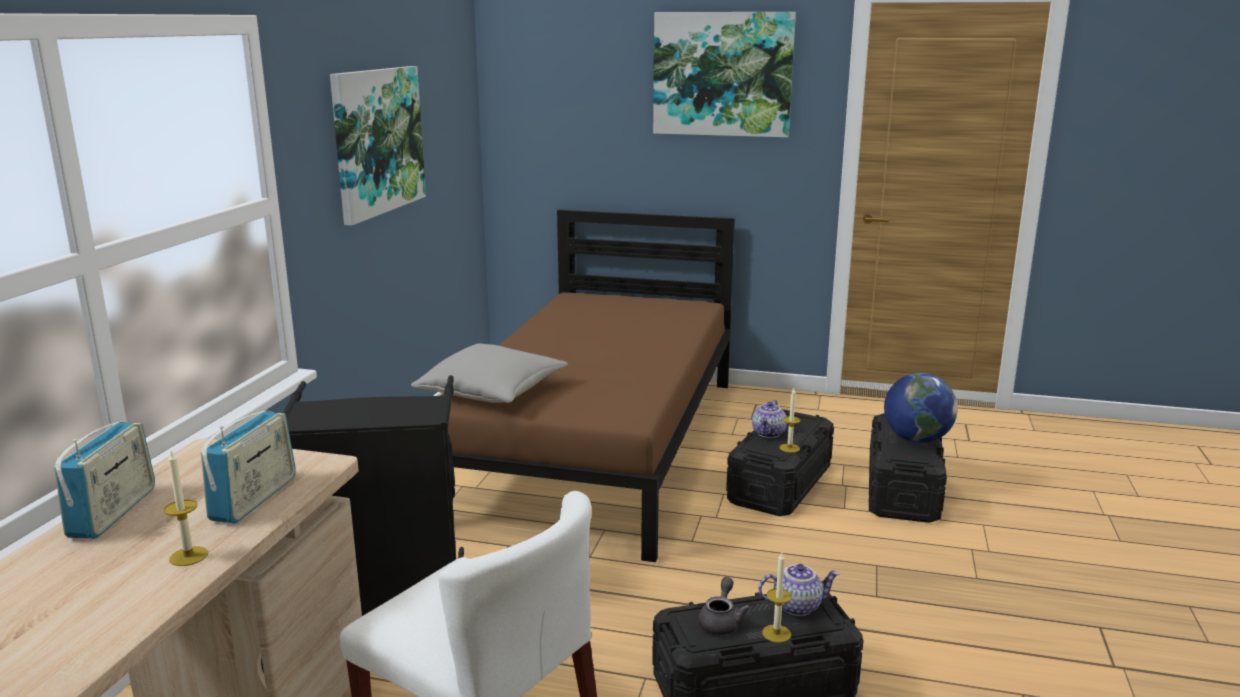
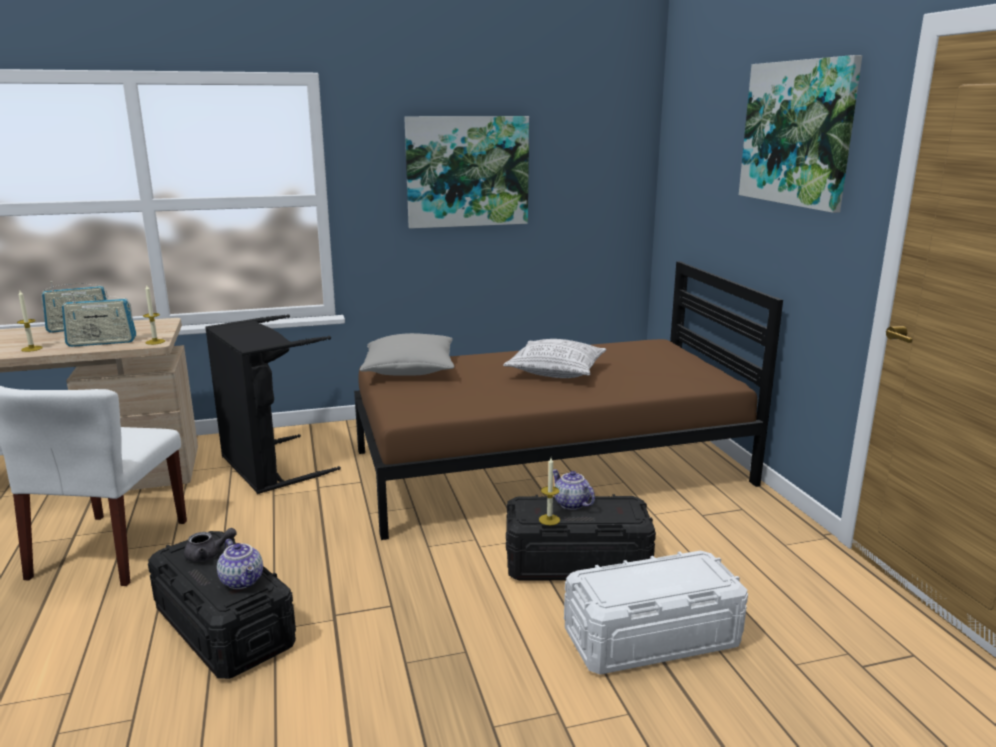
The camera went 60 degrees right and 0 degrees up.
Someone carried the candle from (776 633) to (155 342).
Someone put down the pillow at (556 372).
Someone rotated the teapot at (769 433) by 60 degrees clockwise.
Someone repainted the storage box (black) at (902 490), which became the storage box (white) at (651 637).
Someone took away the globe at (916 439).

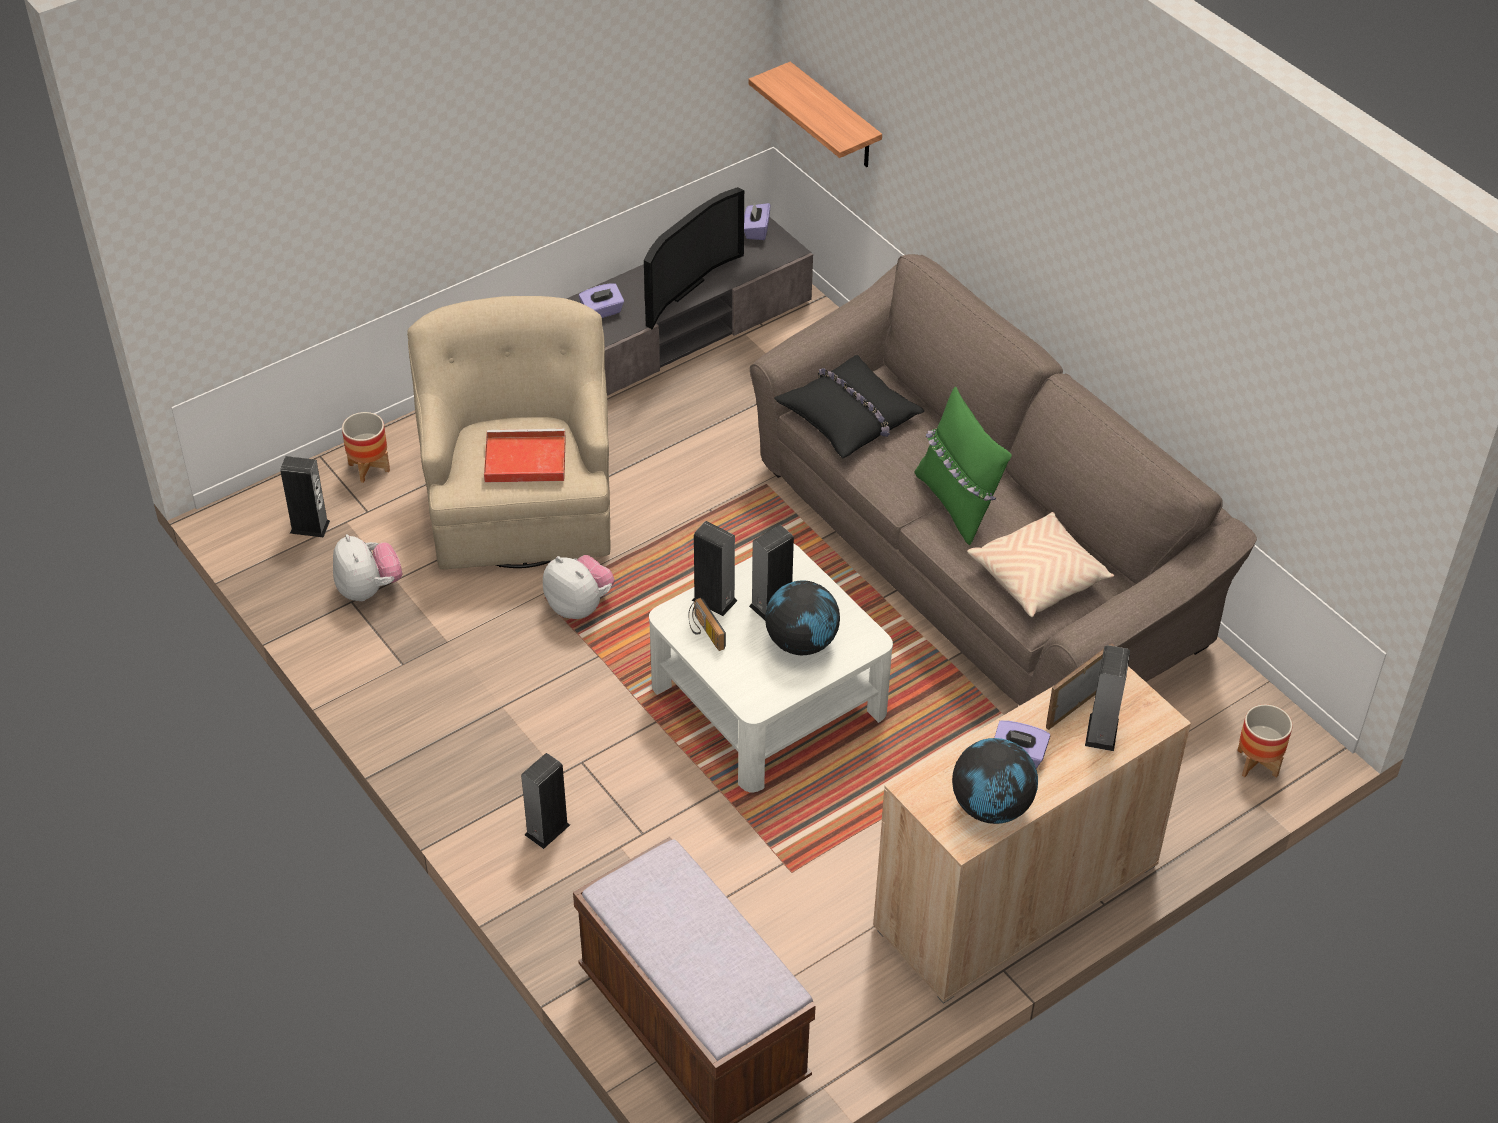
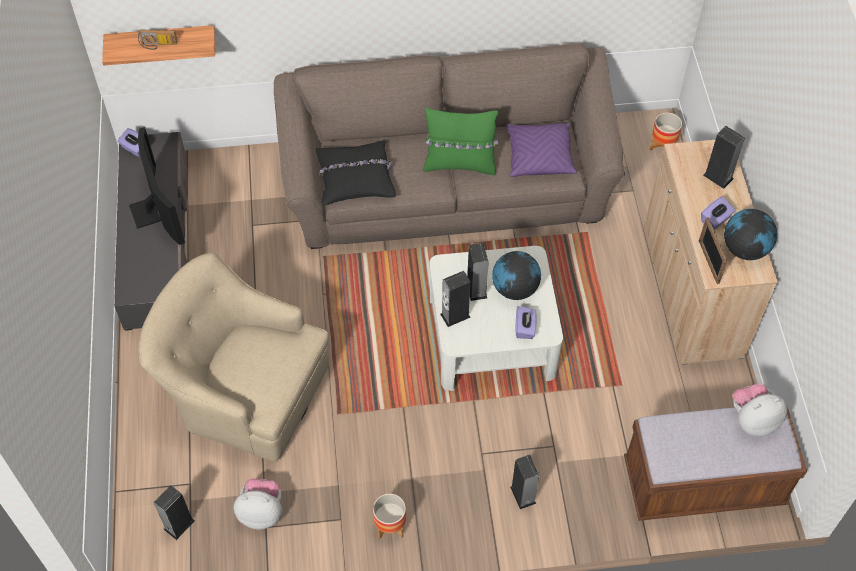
The camera went 60 degrees left and 10 degrees up.
Someone carried the radio from (704 632) to (158 45).
Someone carried the planter from (369 468) to (390 526).
Someone repainted the pillow (beige) at (1038 577), which became the pillow (purple) at (539 157).
Someone carried the tissue box (purple) from (602 312) to (525 328).
Someone carried the picture frame from (1076 706) to (708 261).
Someone carried the plush toy from (579 606) to (753 420).
Someone took away the tray (red) at (523 460).

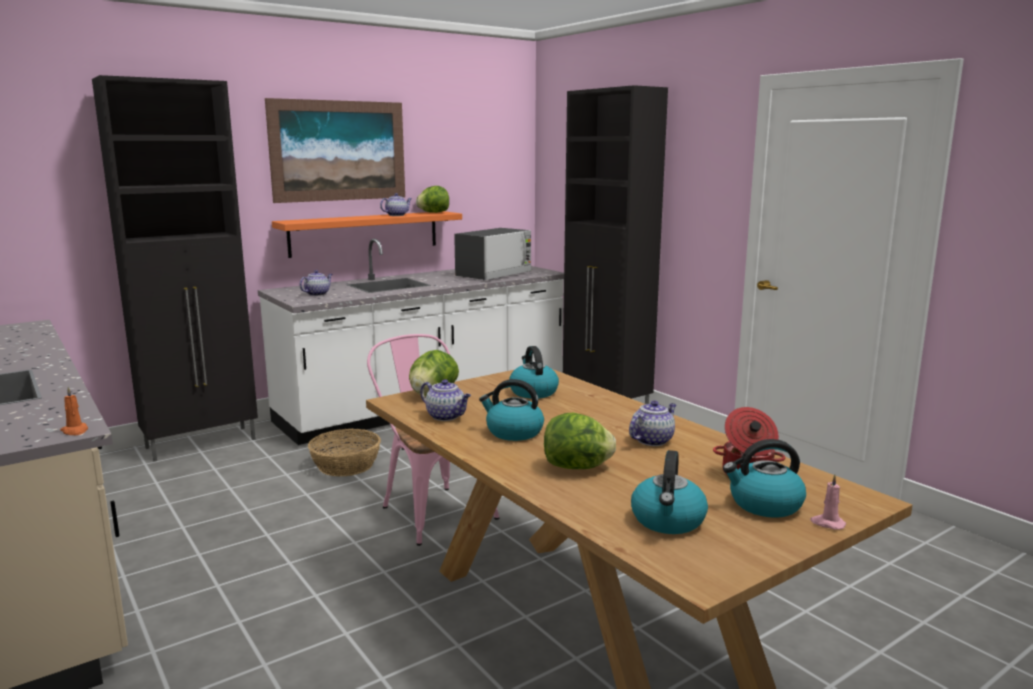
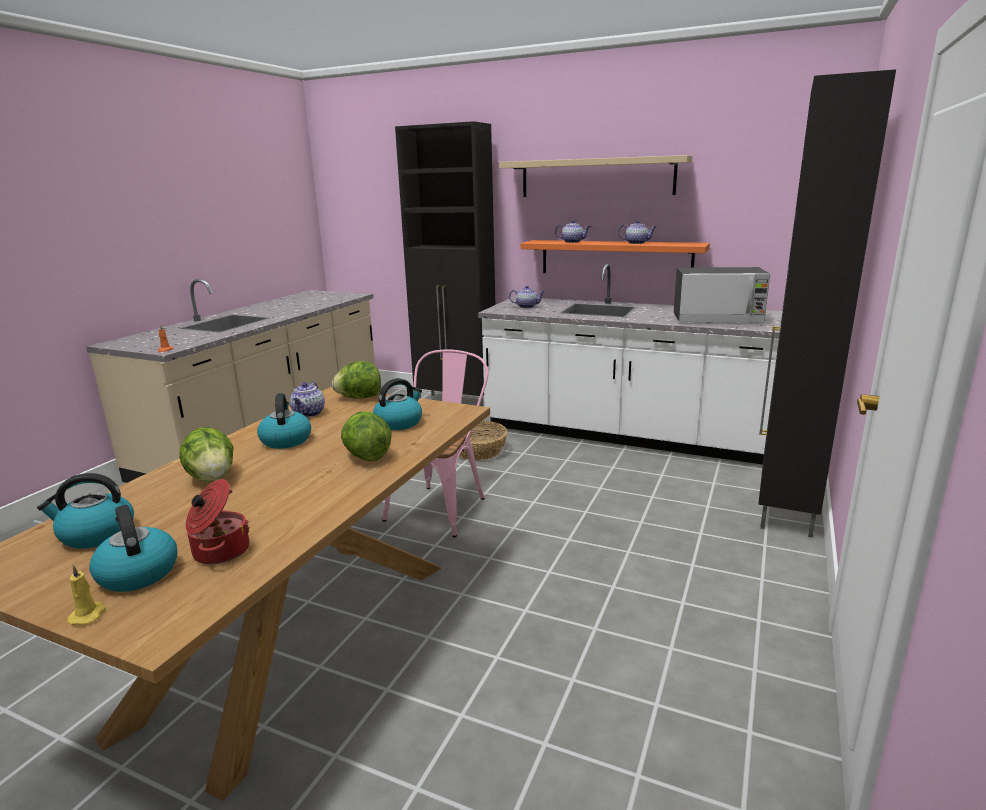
The camera went 60 degrees right and 5 degrees up.
Someone repainted the candle (pink) at (827 523), which became the candle (yellow) at (89 615).
Someone carried the lettuce from (433 212) to (366 457).
Someone swapped the picture at (339 151) for the shelf (beige) at (596 177).
Someone carried the teapot from (652 440) to (573 242).

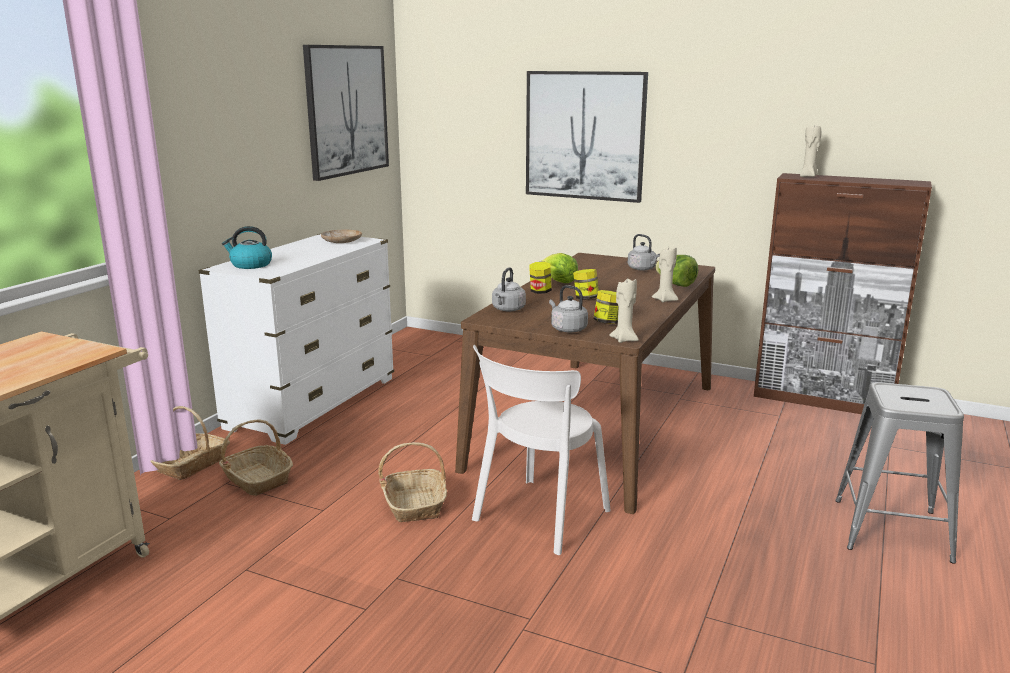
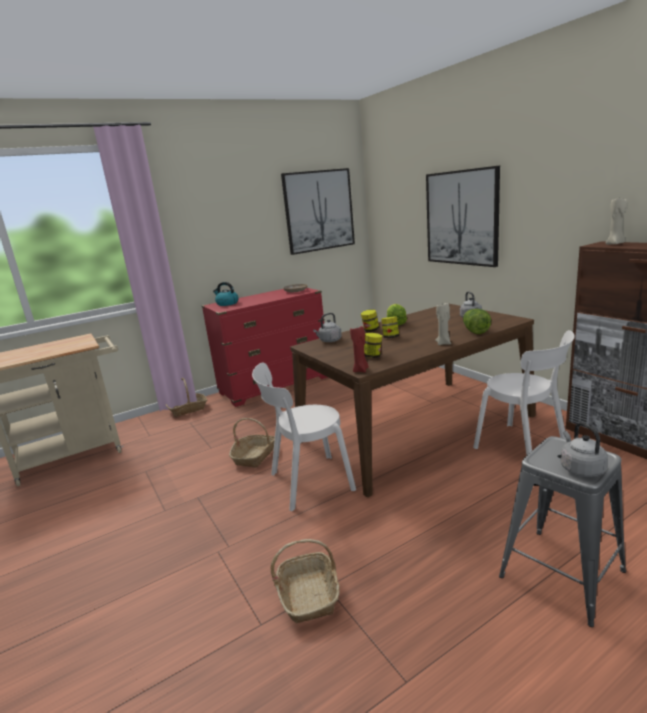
The camera went 35 degrees right and 0 degrees up.
Someone repainted the dresser (white) at (313 403), which became the dresser (red) at (275 385).
Someone carried the basket from (256 479) to (308 594).
Someone repainted the candle (beige) at (624 339), which became the candle (red) at (361 370).
Someone put down the chair (white) at (523 447).
Someone carried the kettle (grey) from (567 329) to (580 468).

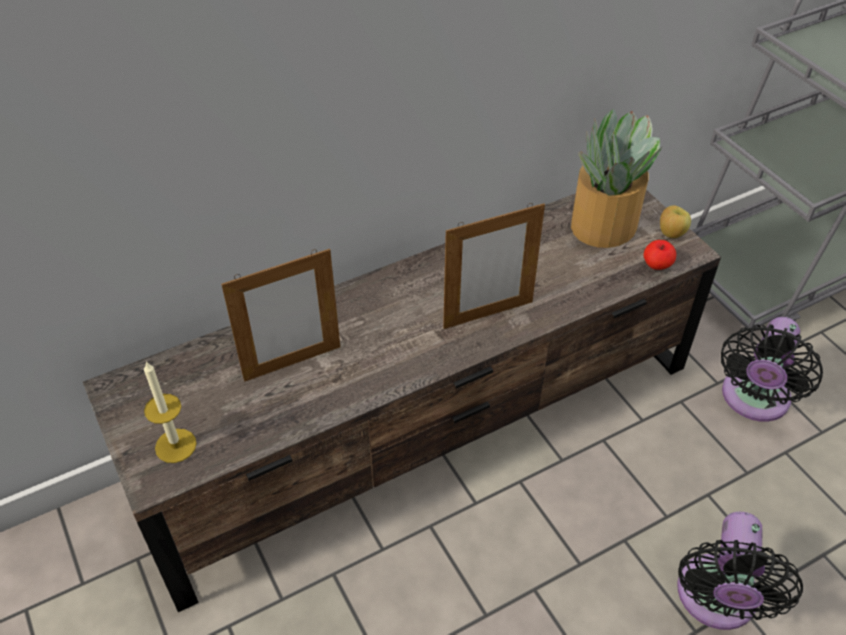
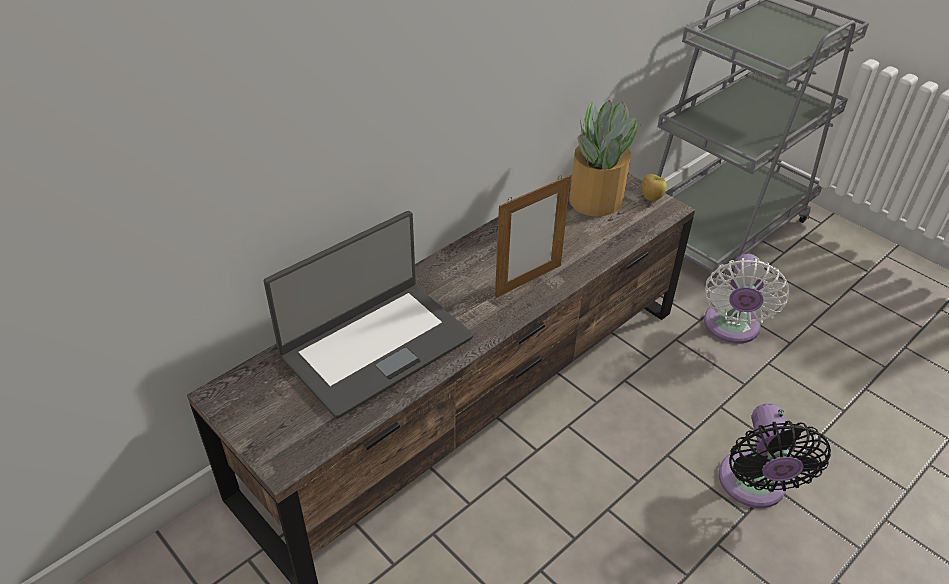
The camera went 15 degrees left and 5 degrees down.
Someone swapped the picture frame at (292 363) for the laptop at (375 346).
Someone repainted the fan (black) at (753 400), which became the fan (white) at (731 328).
Someone took away the candle at (175 445).
Someone took away the apple at (656 266).

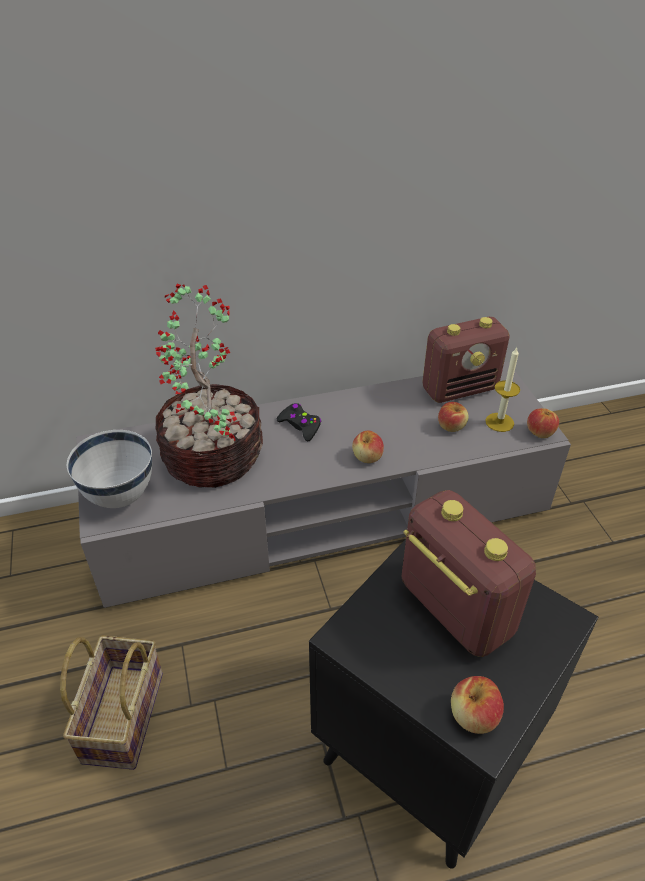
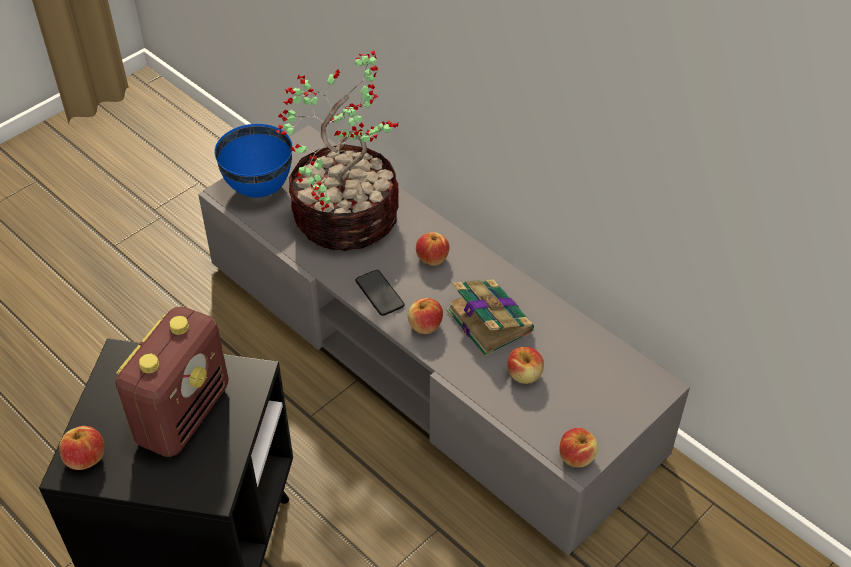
The camera went 60 degrees right and 5 degrees up.
Someone repainted the bowl (white) at (119 497), which became the bowl (blue) at (258 188).
Someone put down the phone at (379 293).
Someone swapped the game controller (black) at (300 426) for the apple at (432 258).
Someone put down the book at (488 320).
Someone took away the basket at (122 713).
Someone took away the radio at (460 389).
Someone took away the candle at (499 422).

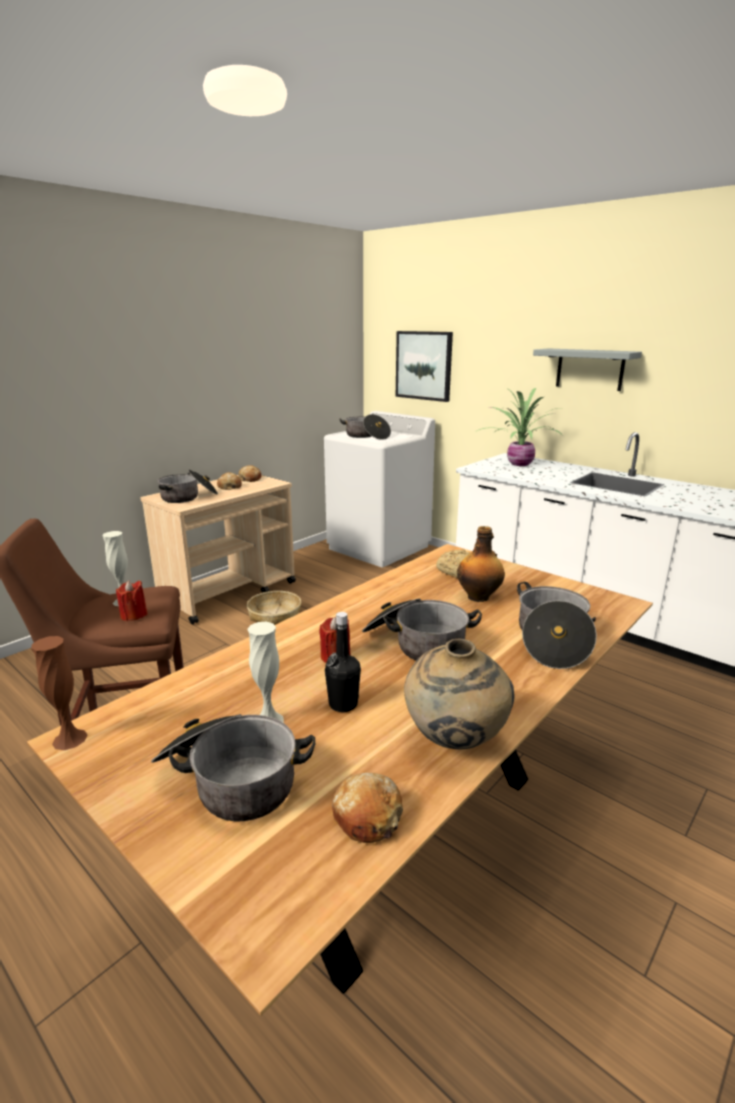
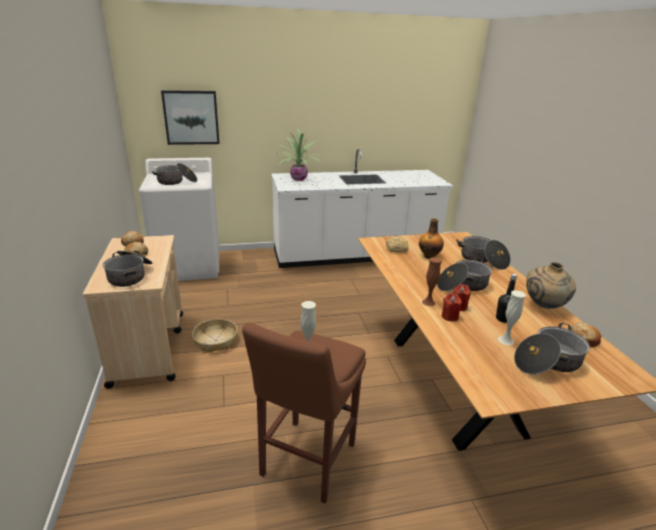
The camera went 55 degrees left and 5 degrees up.
Someone carried the vase (brown) from (70 739) to (428 302).
Someone carried the candle (red) from (134 615) to (449 316).
Someone took away the shelf (grey) at (590 369).

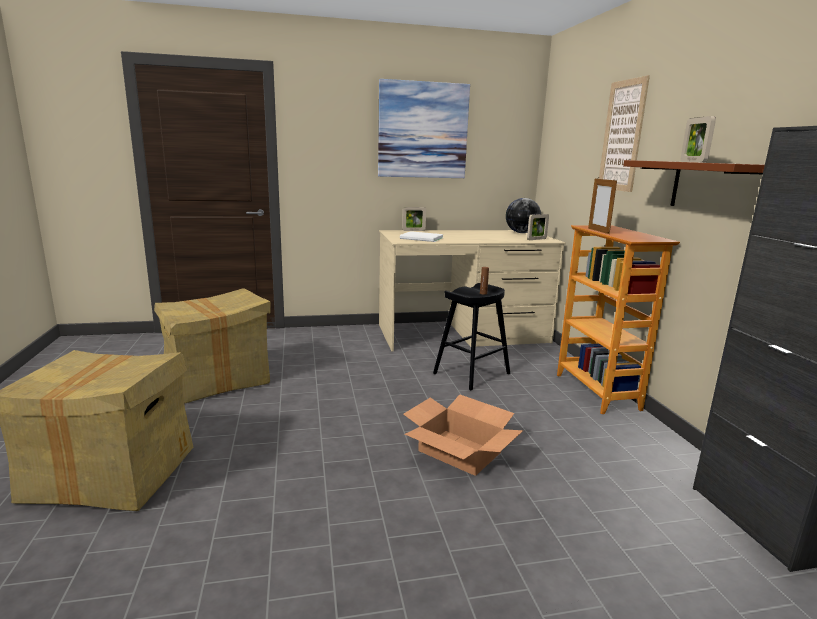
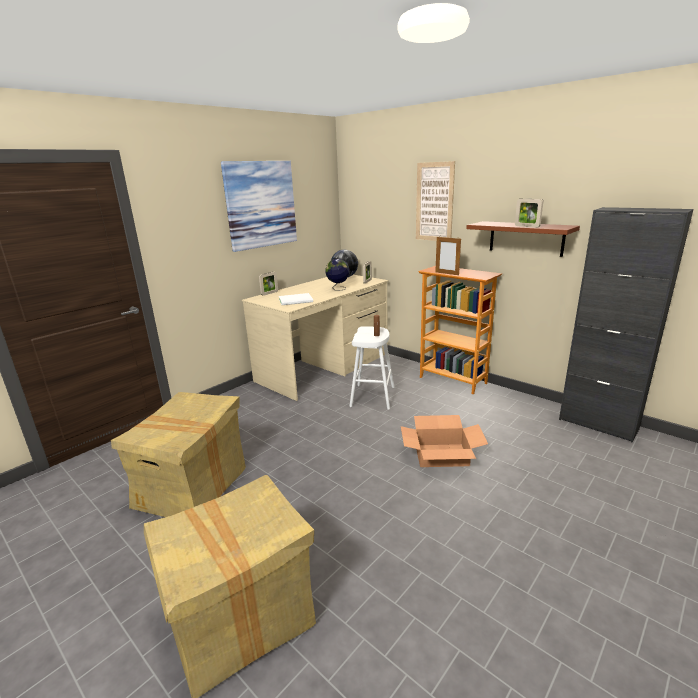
The camera went 35 degrees left and 5 degrees up.
Someone put down the globe at (338 289).
Someone repainted the stool (black) at (472 373), which became the stool (white) at (372 396).

